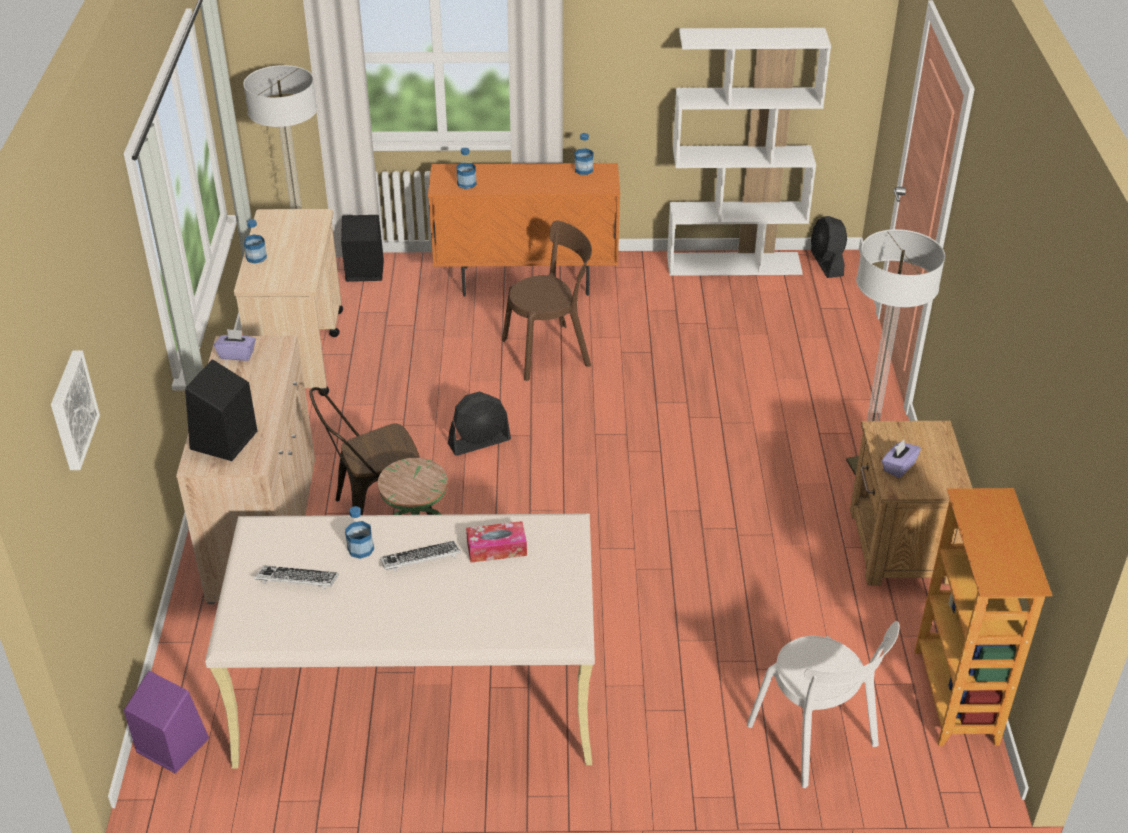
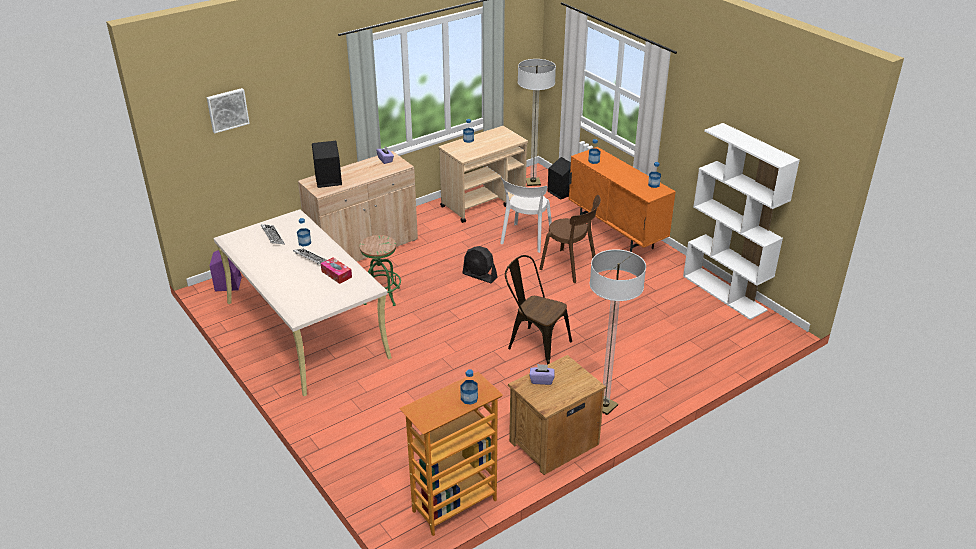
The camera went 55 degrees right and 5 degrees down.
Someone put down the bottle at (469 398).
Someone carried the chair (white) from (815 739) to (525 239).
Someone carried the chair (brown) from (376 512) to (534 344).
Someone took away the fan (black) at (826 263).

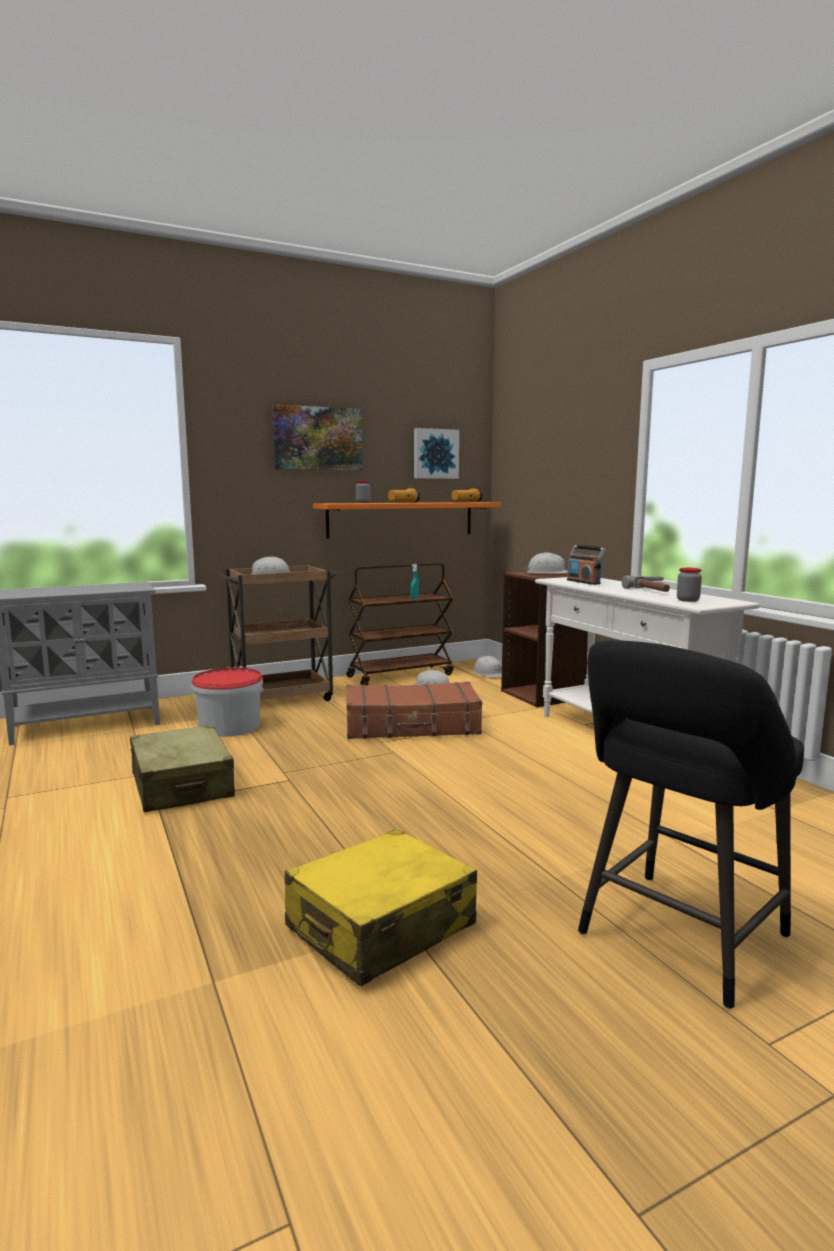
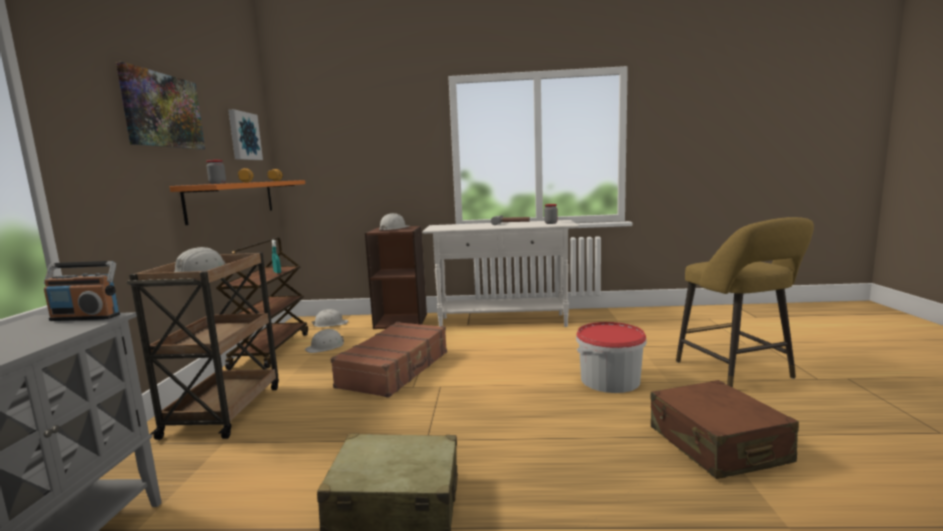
The camera went 60 degrees left and 0 degrees up.
Someone carried the radio from (583 582) to (86 317).
Someone carried the bucket from (230 726) to (610 380).
Someone repainted the suitcase (yellow) at (380 927), which became the suitcase (brown) at (717 445).
Someone repainted the stool (black) at (677 940), which became the stool (yellow) at (737 372).

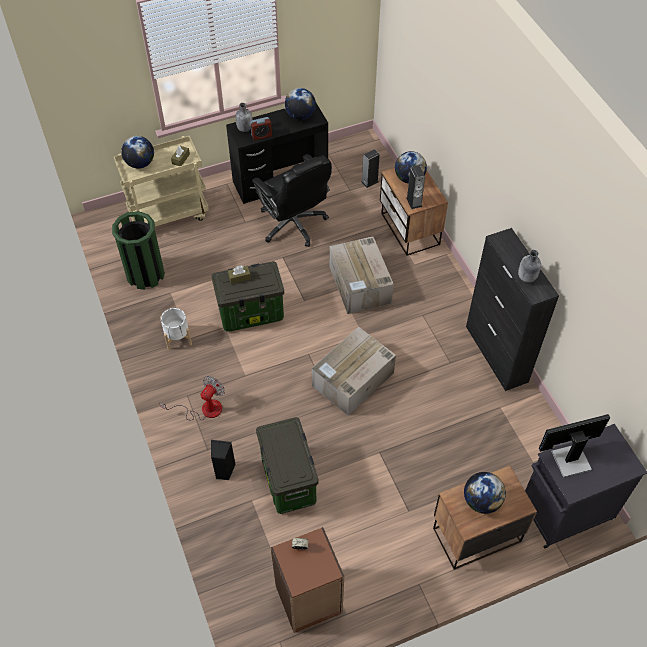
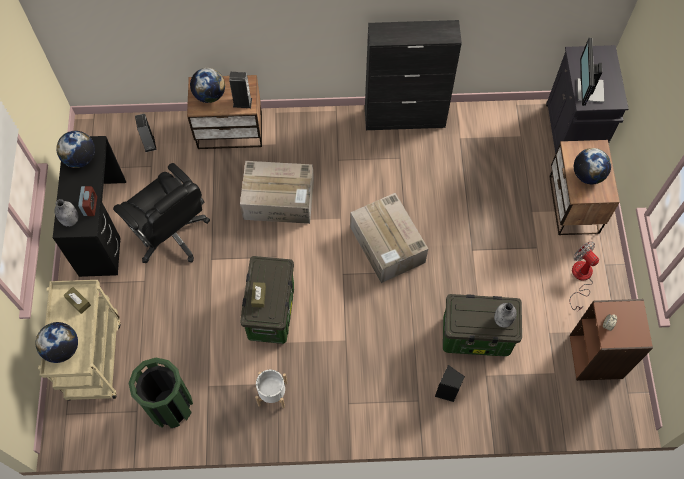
The camera went 70 degrees left and 10 degrees up.
Someone rotated the office chair (black) at (293 224) by 60 degrees clockwise.
Someone carried the bottle (grey) from (526 277) to (503 320).
Someone carried the fan from (204 409) to (580 278).

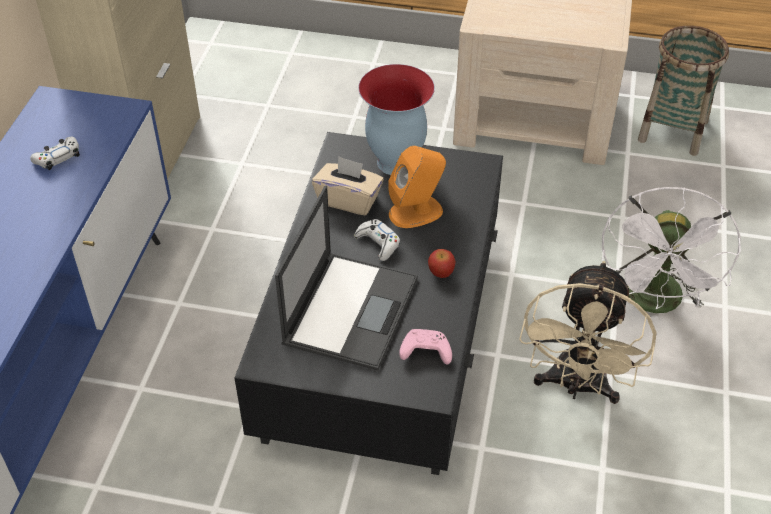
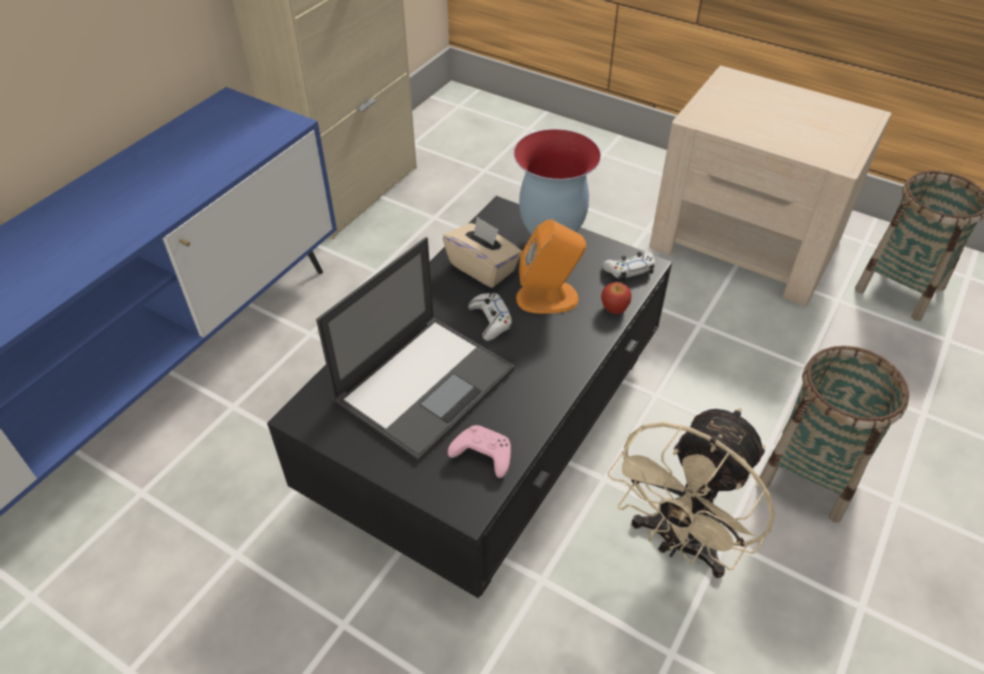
The camera went 20 degrees right and 0 degrees up.
Someone carried the apple from (441 272) to (614 308).
Someone carried the game controller (white) from (58 158) to (629 270).
Someone swapped the fan (white) at (655 304) for the basket at (810 474).

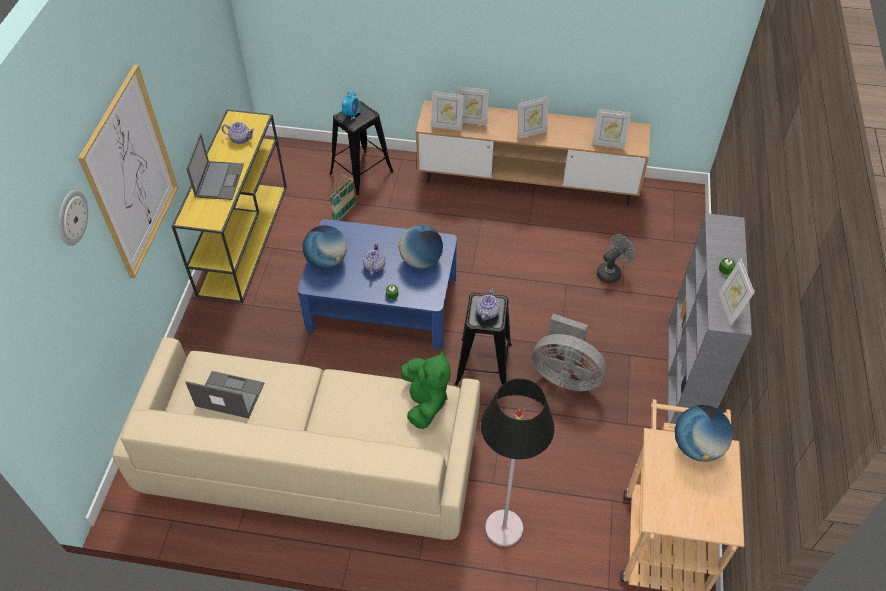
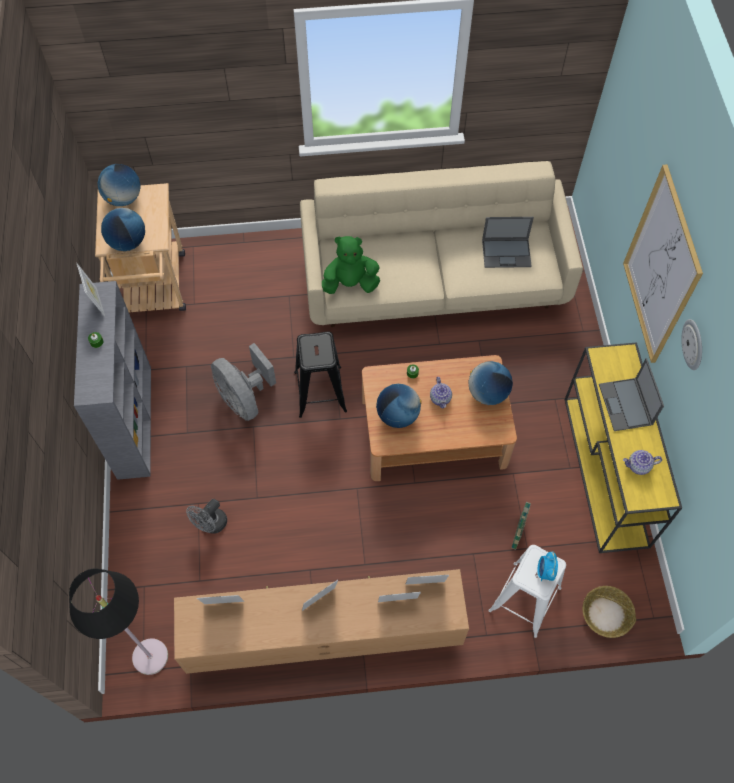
The camera went 165 degrees right and 10 degrees up.
Someone carried the floor lamp (black) from (503 528) to (150 656).
Someone put down the globe at (123 198).
Someone rotated the fan (grey) at (565 375) by 135 degrees counterclockwise.
Someone rotated the plush toy (green) at (425 402) by 105 degrees clockwise.
Someone repainted the coffee table (blue) at (382 302), which became the coffee table (brown) at (434 431).
Someone repainted the stool (black) at (361 173), which became the stool (white) at (525 598).
Someone put down the basket at (606 614).
Someone carried the wall clock from (71 217) to (693 344).
Someone took away the teapot at (487 312).

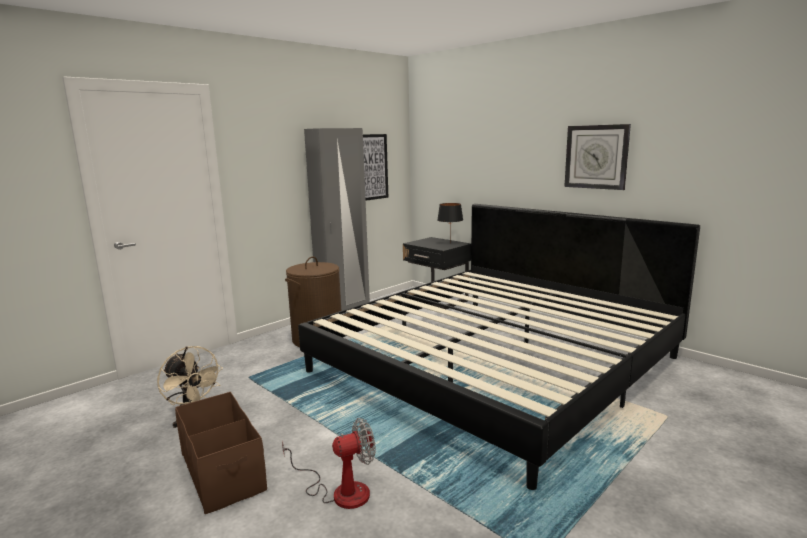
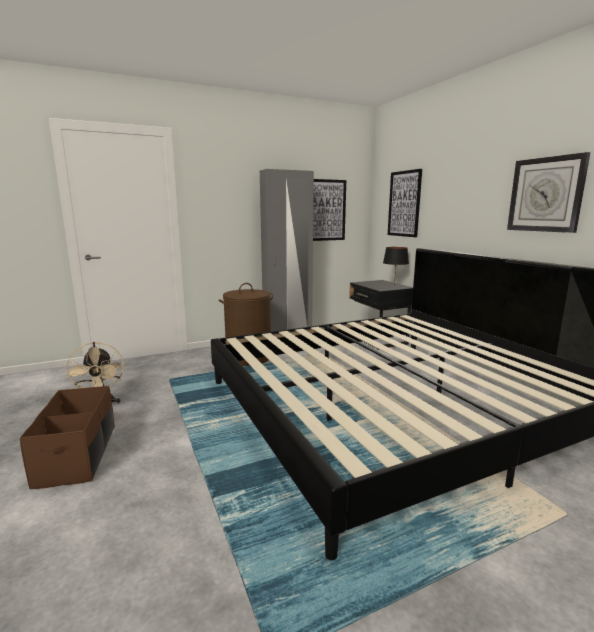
The camera went 20 degrees right and 0 degrees up.
Someone put up the picture at (404 204).
Someone took away the fan at (340 491).

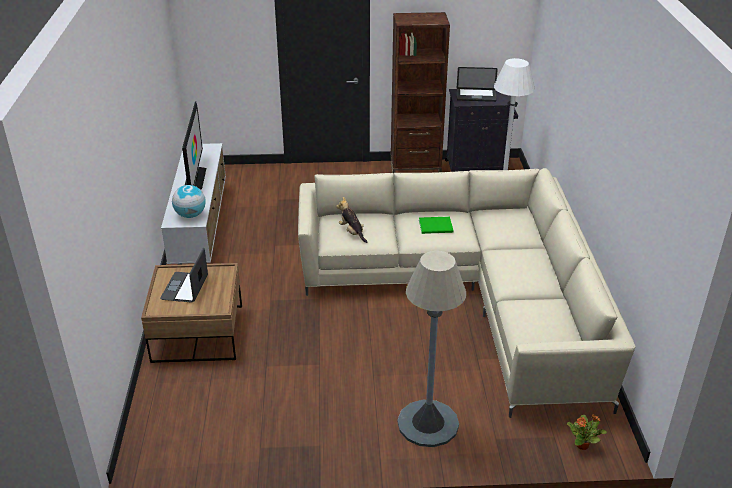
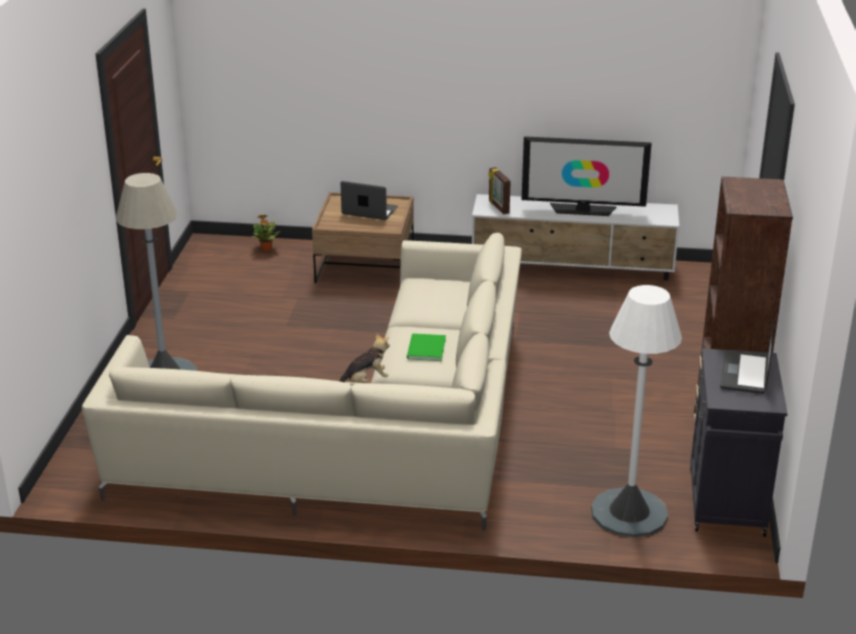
The camera went 100 degrees right and 5 degrees down.
Someone carried the potted plant from (582 445) to (266 249).
Someone carried the plush toy from (352 232) to (365 381).
Someone swapped the globe at (190 215) for the picture frame at (498 207).

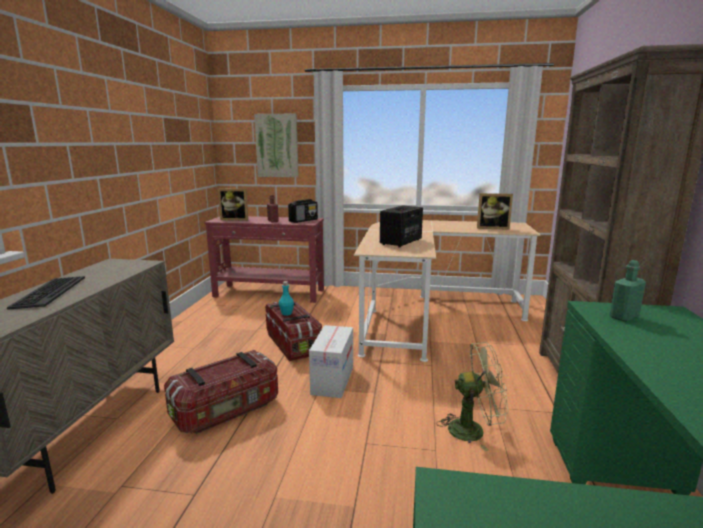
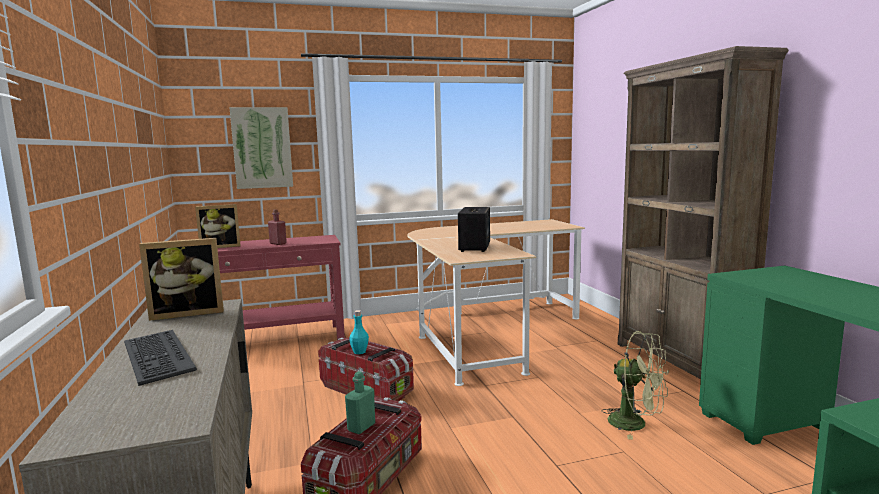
The camera went 25 degrees left and 5 degrees down.
Someone carried the picture frame from (492 228) to (188 313).
Someone carried the bottle (green) from (624 317) to (361 427).
Someone rotated the fan (green) at (473 430) by 60 degrees clockwise.
Someone took away the radio at (303 220).
Someone took away the cardboard box at (333 380).

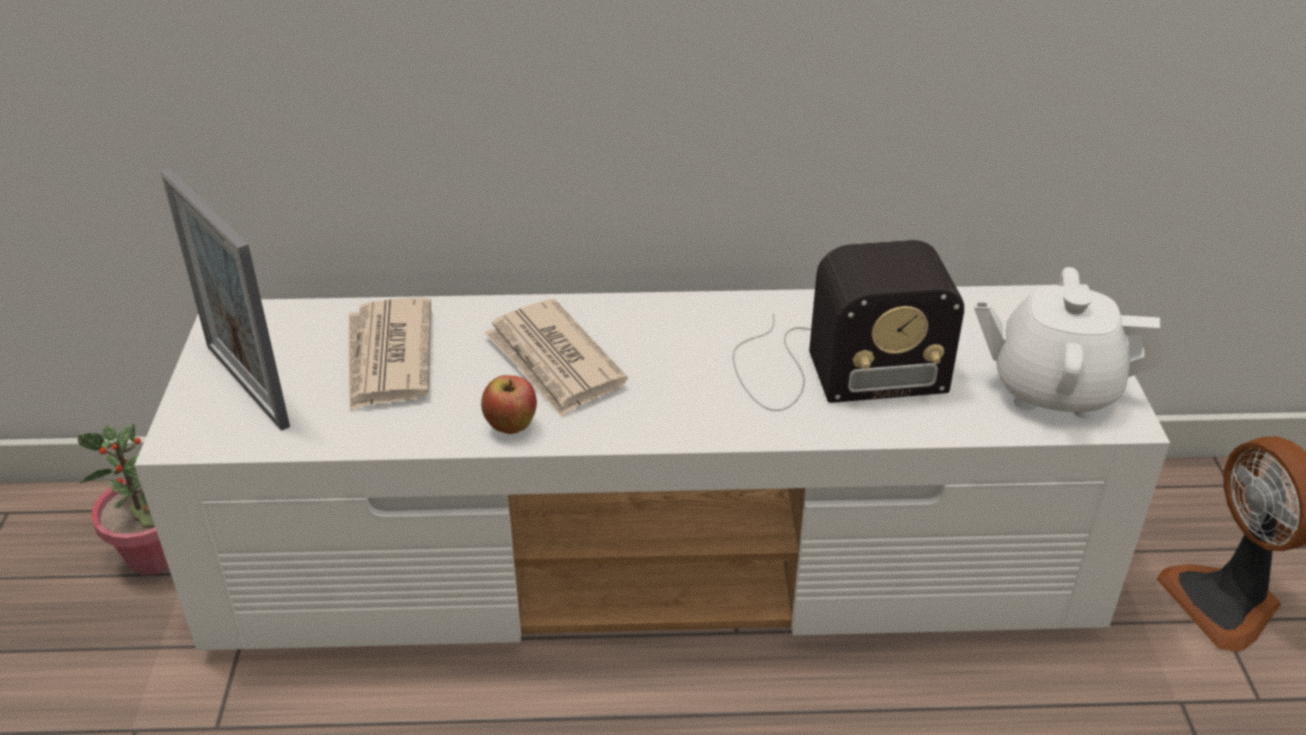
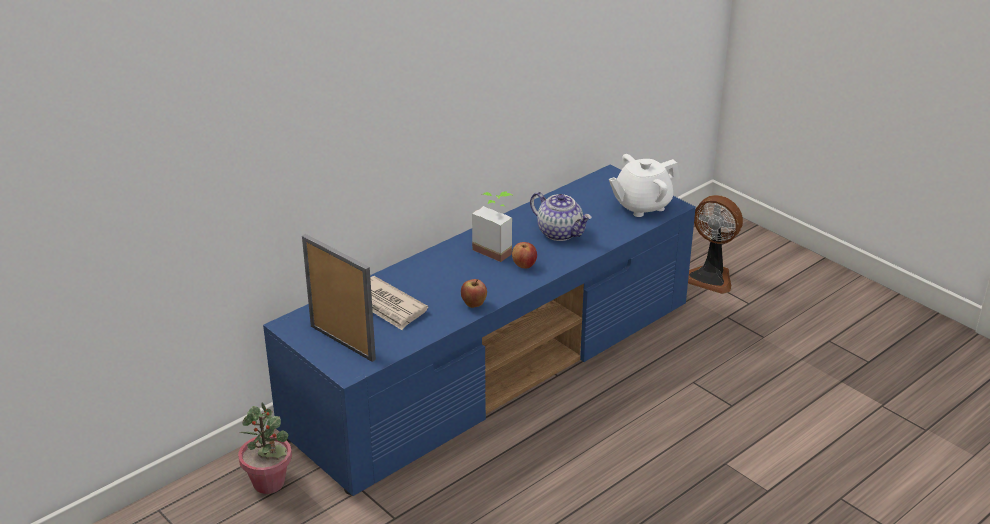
The camera went 40 degrees left and 5 degrees down.
Someone repainted the tv stand (white) at (658 558), which became the tv stand (blue) at (496 367).
Someone rotated the picture frame at (247 385) by 150 degrees counterclockwise.
Someone put down the potted plant at (496 249).
Someone put down the apple at (524 265).
Someone swapped the radio at (830 369) for the teapot at (560 233).
Someone took away the newspaper at (554 362).

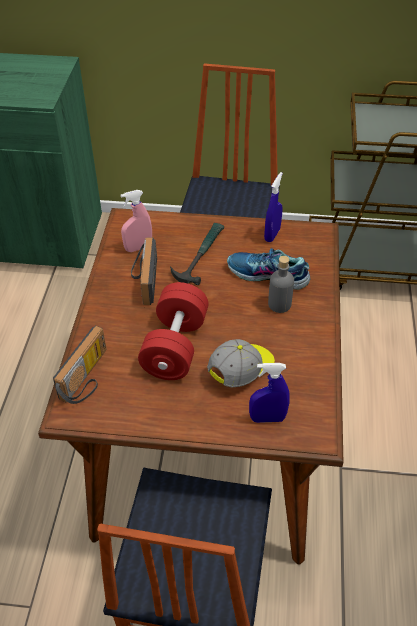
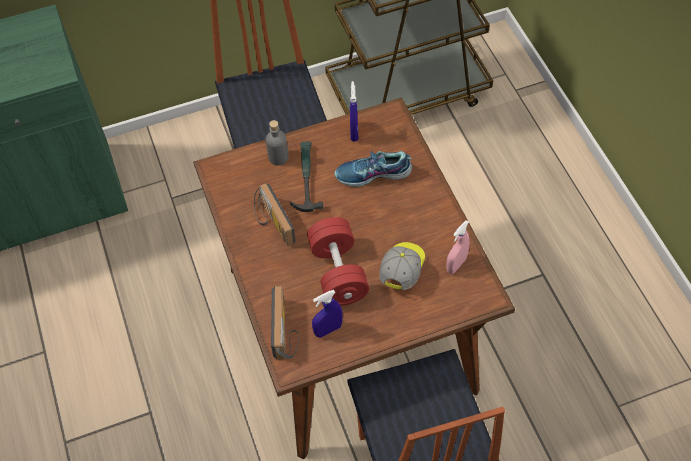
The camera went 25 degrees left and 10 degrees up.
Someone carried the bottle (grey) from (279 304) to (278 157).
Someone carried the spray bottle (blue) from (267 418) to (328 330).
Someone carried the spray bottle (pink) from (138 248) to (456 264).

